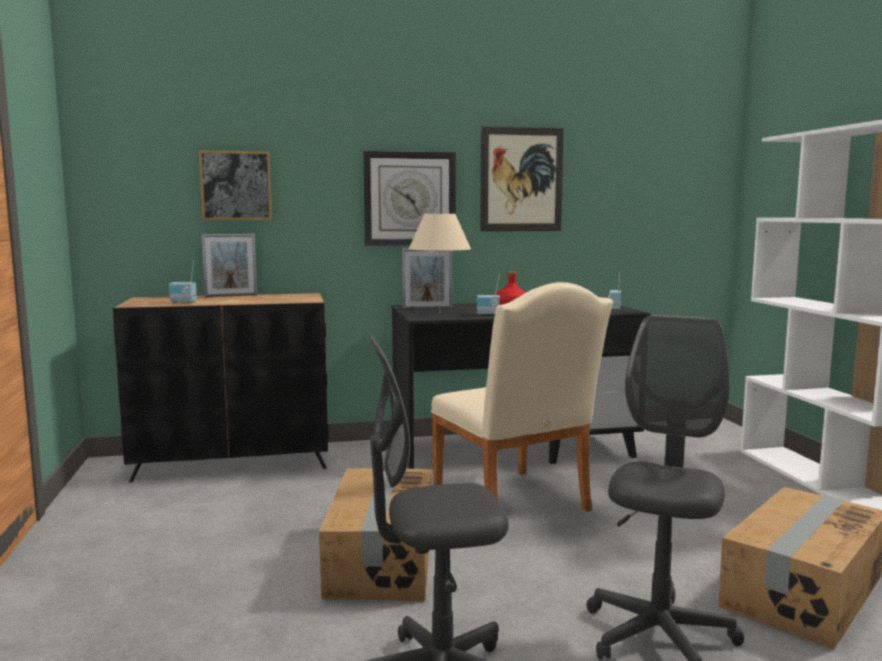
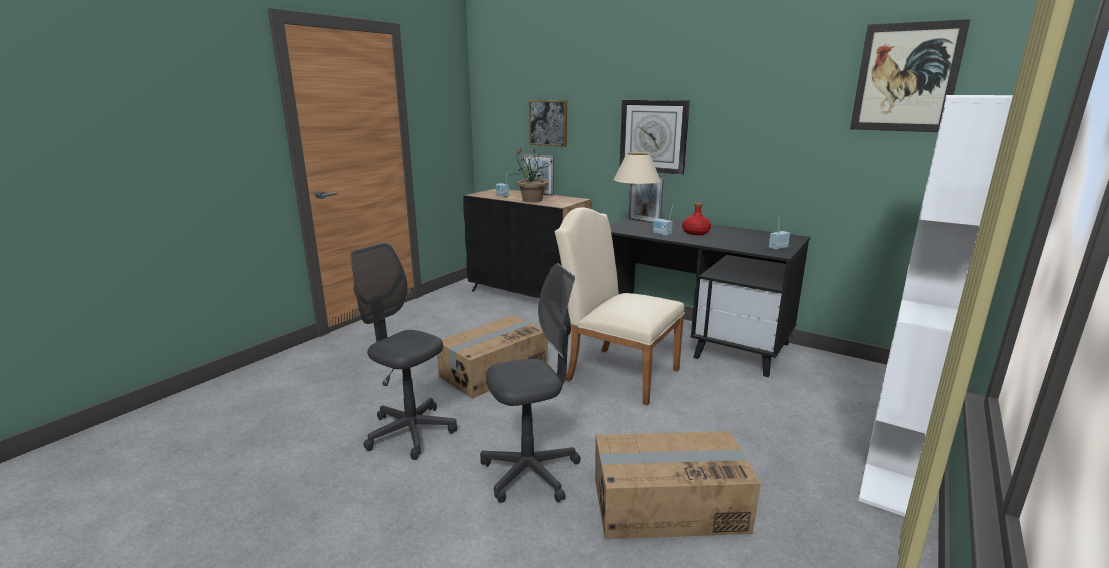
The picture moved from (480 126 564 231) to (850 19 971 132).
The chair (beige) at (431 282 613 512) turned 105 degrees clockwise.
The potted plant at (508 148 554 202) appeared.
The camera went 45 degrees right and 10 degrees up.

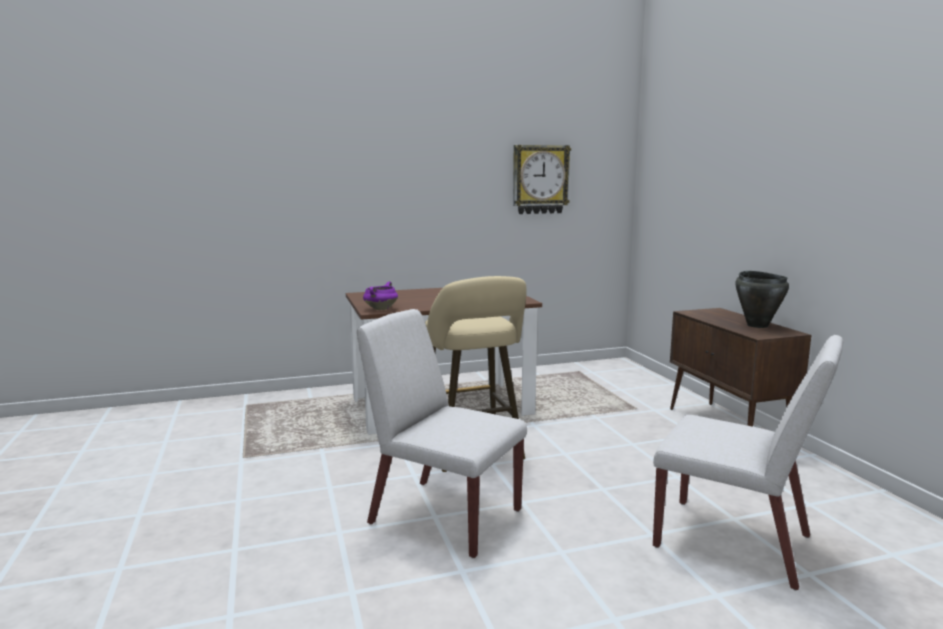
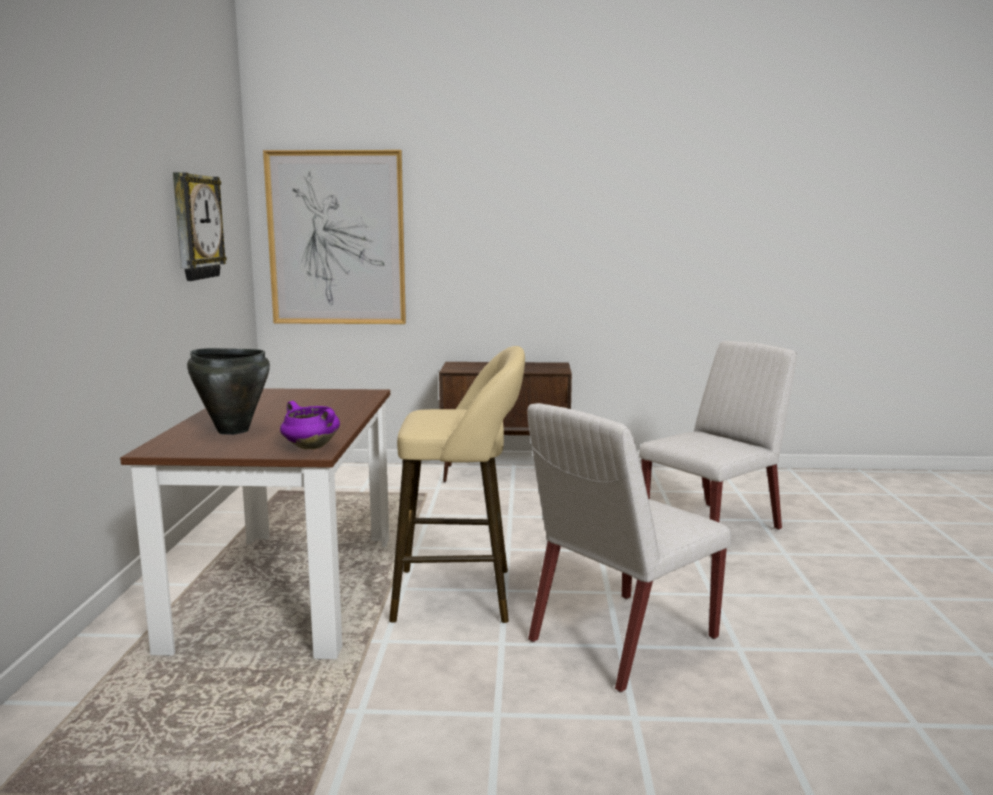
The cooking pot (black) moved from (735 271 789 328) to (187 348 270 435).
The picture at (263 150 406 324) appeared.
The camera went 70 degrees left and 0 degrees up.

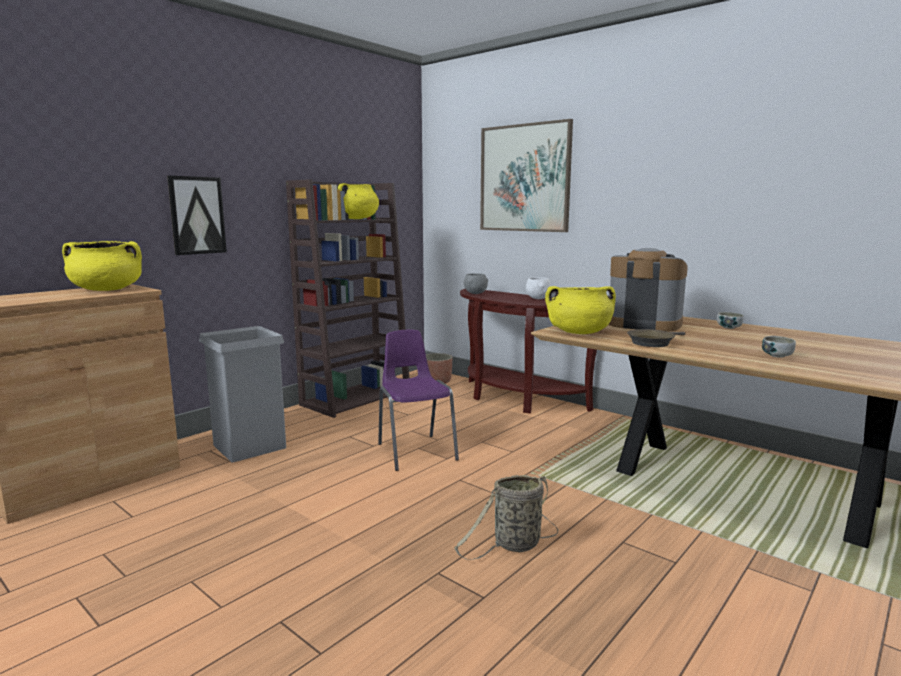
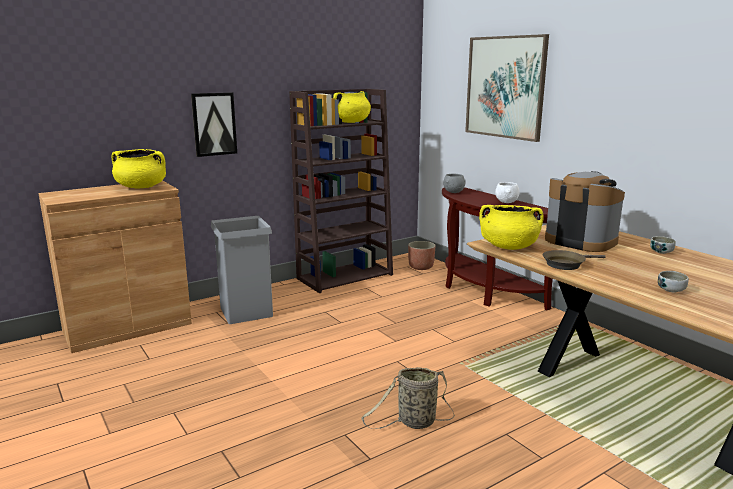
The chair (purple) at (378 330 459 471) disappeared.
The camera went 15 degrees right and 5 degrees up.

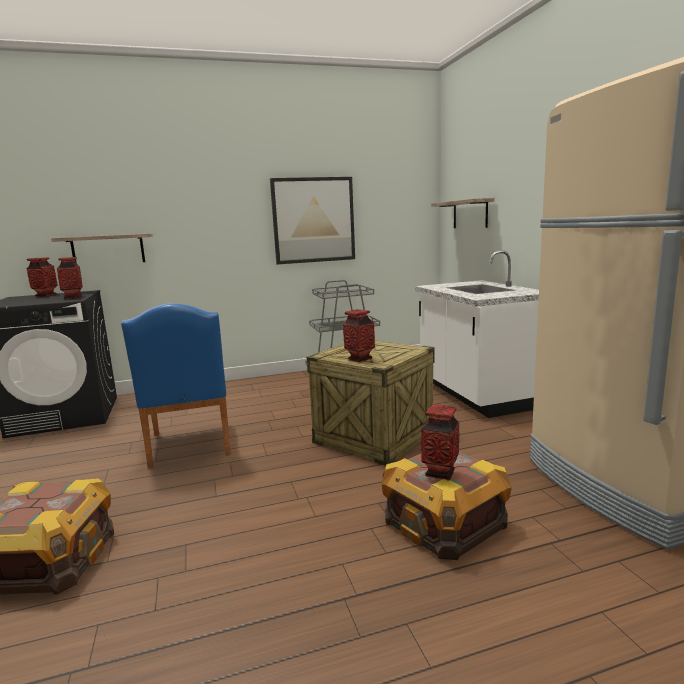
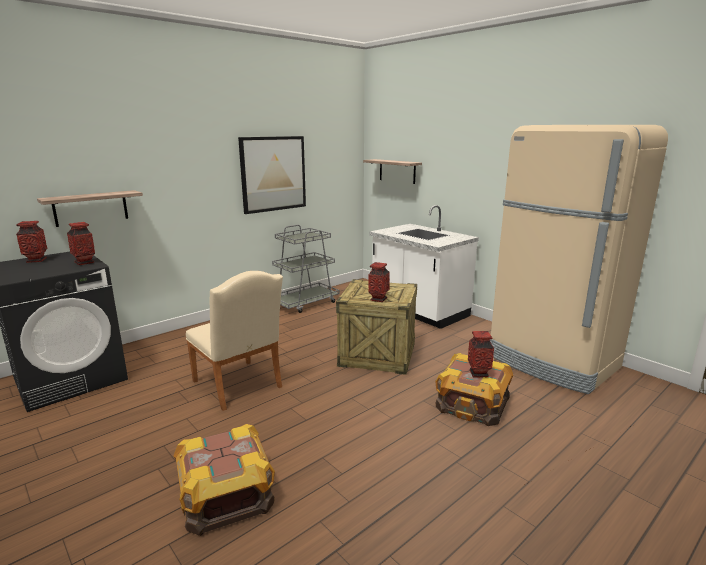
The chair (blue) at (121 303 231 469) became the chair (beige) at (186 271 283 411).
The camera went 25 degrees left and 5 degrees up.

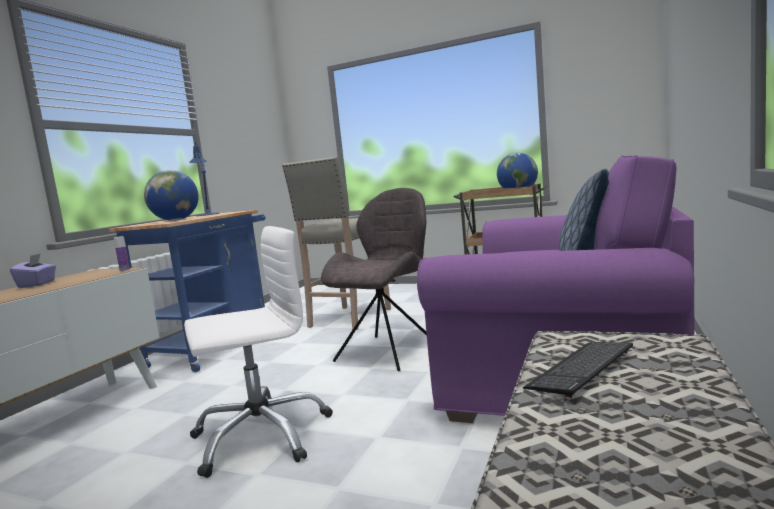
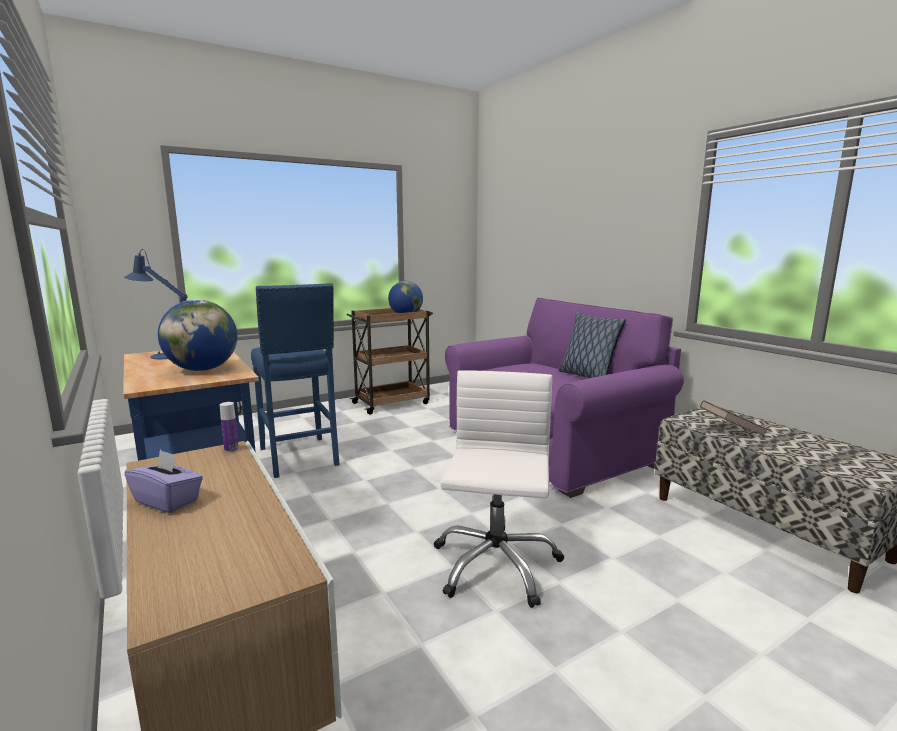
The stool (beige) at (282 156 391 330) became the stool (blue) at (251 283 340 478).
The chair (grey) at (321 188 427 371) disappeared.
The keyboard at (523 342 633 398) was replaced by the book (brown) at (700 400 768 437).
The camera went 55 degrees left and 5 degrees up.

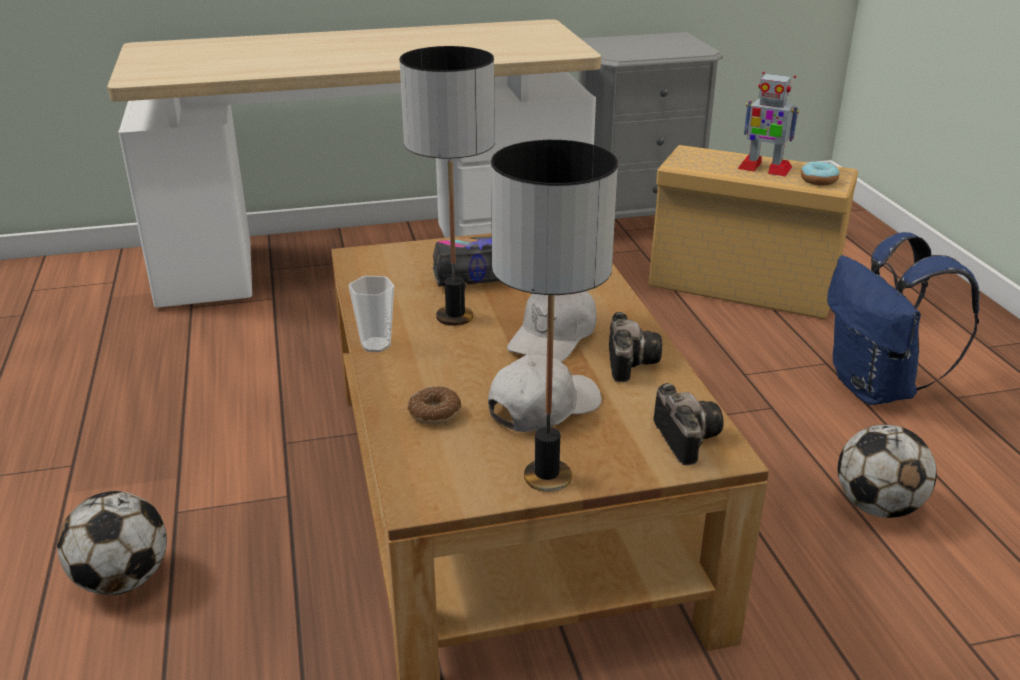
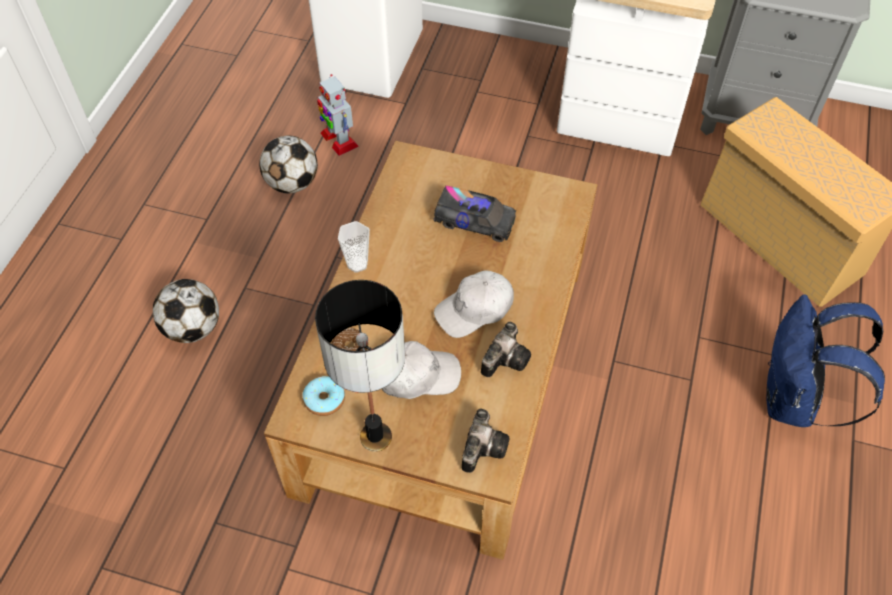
The table lamp at (400 46 495 326) disappeared.
The toy robot moved from (738 72 799 177) to (317 74 359 156).
The donut moved from (801 162 839 185) to (302 376 345 416).
The football moved from (838 425 937 518) to (259 135 318 194).
The camera went 30 degrees right and 25 degrees up.

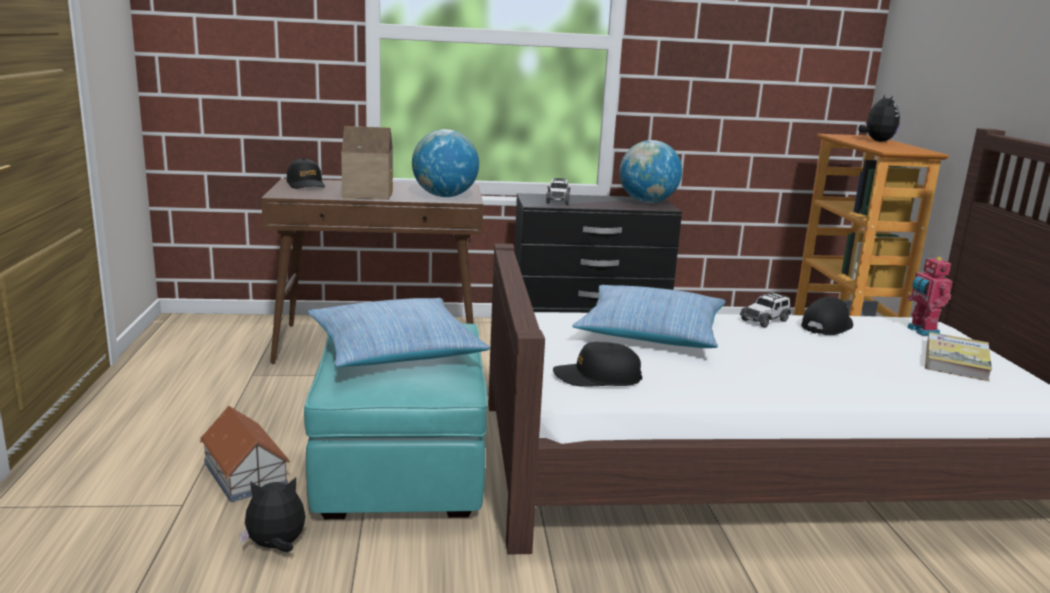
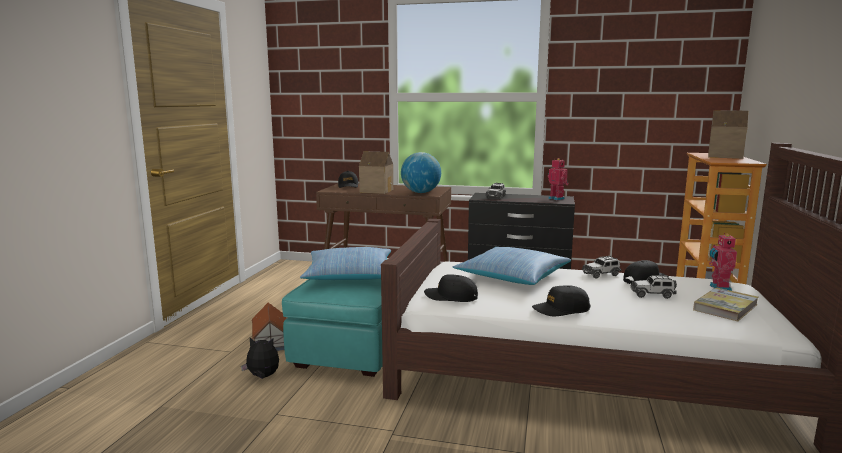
The plush toy at (858 95 900 142) was replaced by the toy house at (708 110 748 159).
The globe at (619 140 682 203) was replaced by the toy robot at (548 158 569 200).
The toy car at (630 275 677 299) appeared.
The cap (black) at (532 285 590 316) appeared.
The camera went 20 degrees right and 5 degrees down.

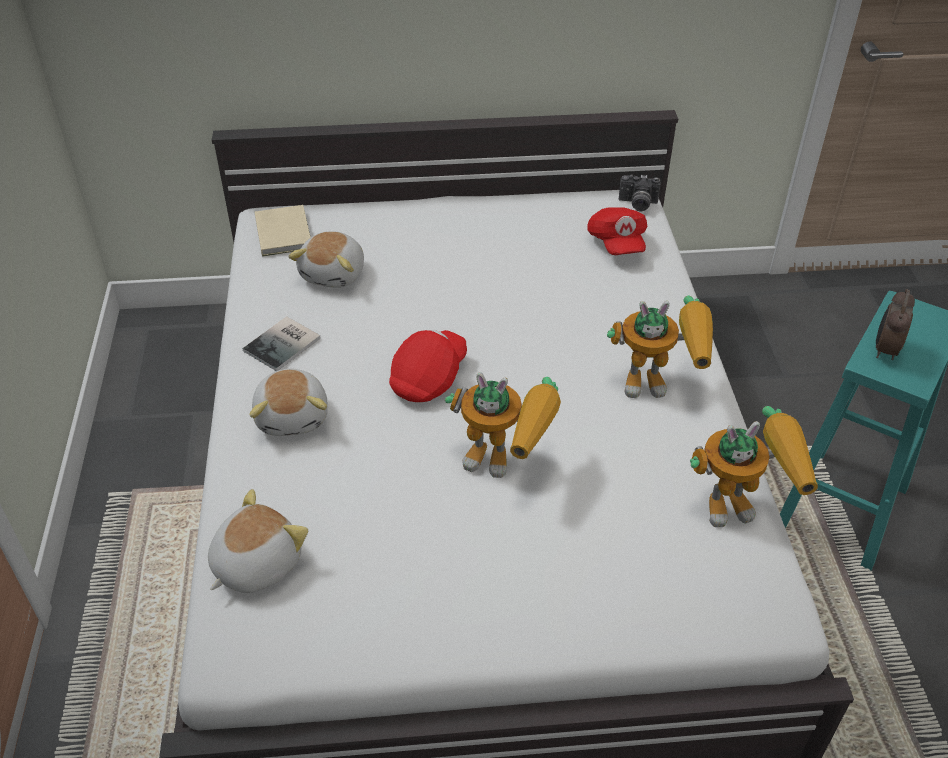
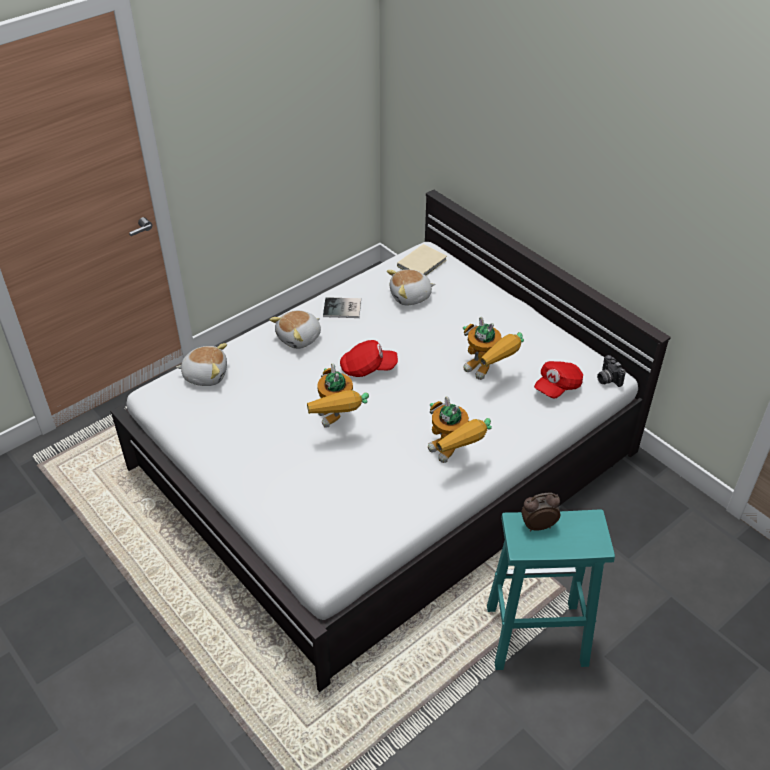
The toy robot moved from (690 406 818 527) to (463 317 524 380).
The camera went 55 degrees right and 0 degrees up.

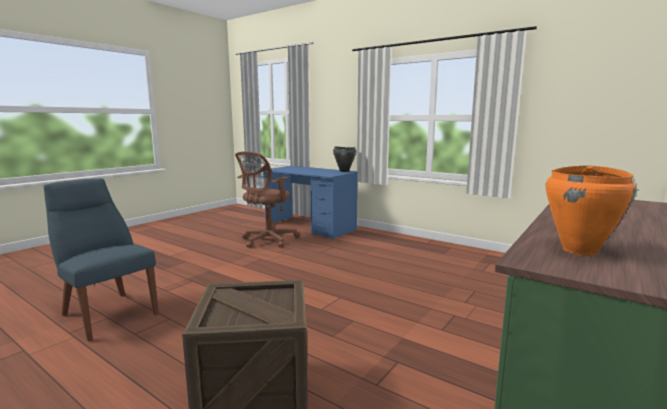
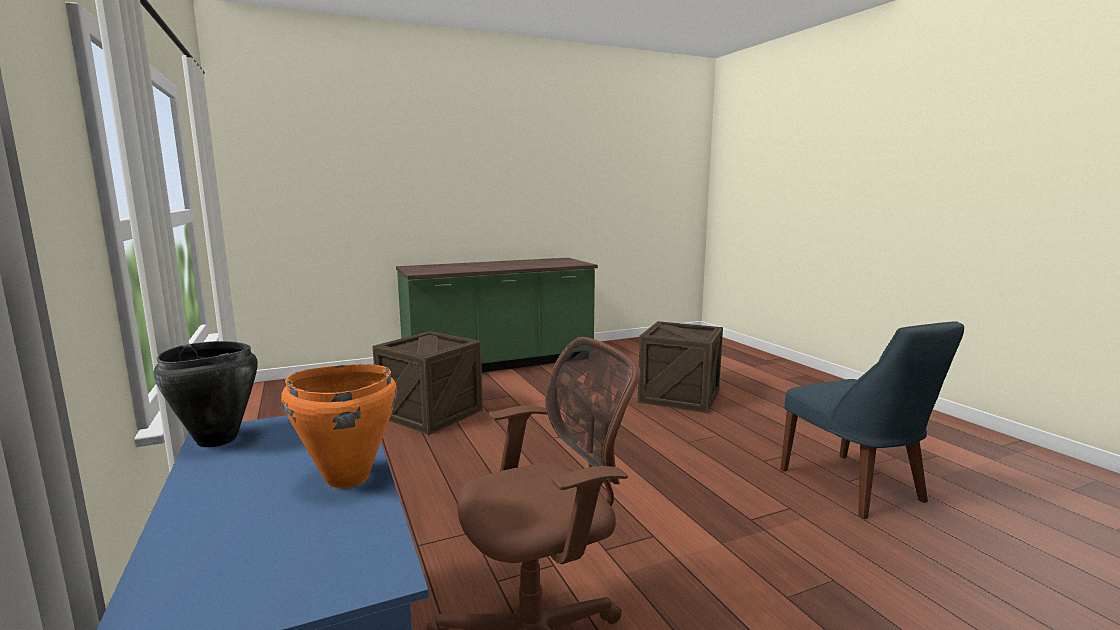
The cooking pot (orange) moved from (546 166 636 256) to (281 364 397 489).
The crate at (373 331 483 435) appeared.
The camera went 150 degrees left and 0 degrees up.

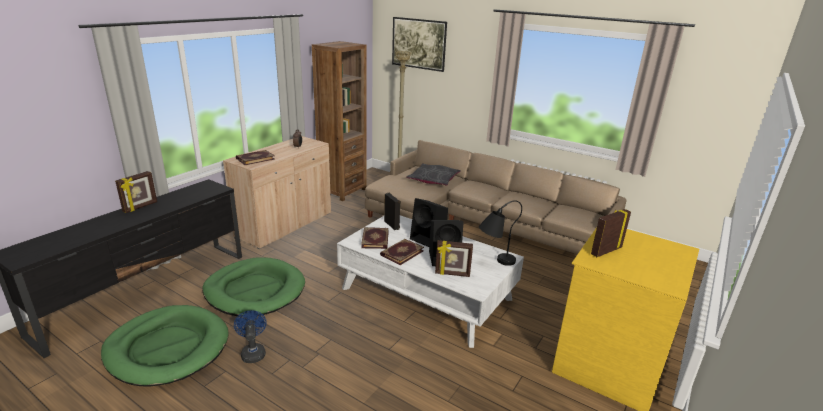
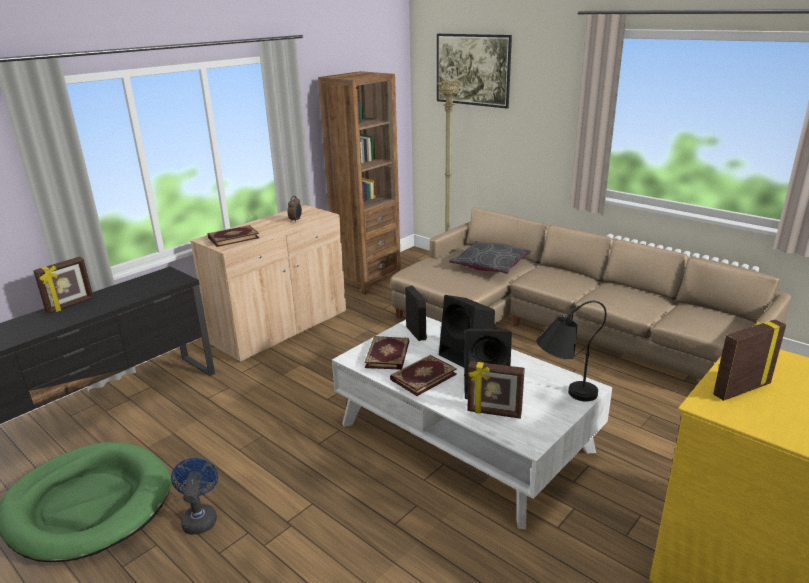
The dog bed (green) at (202 257 305 317) disappeared.
The camera went 10 degrees right and 0 degrees up.

